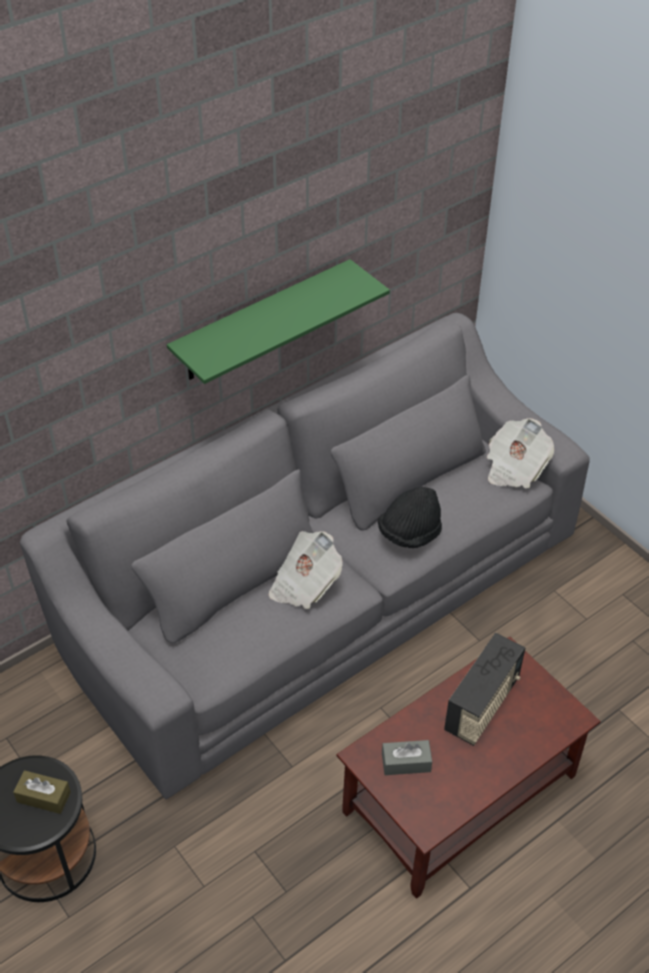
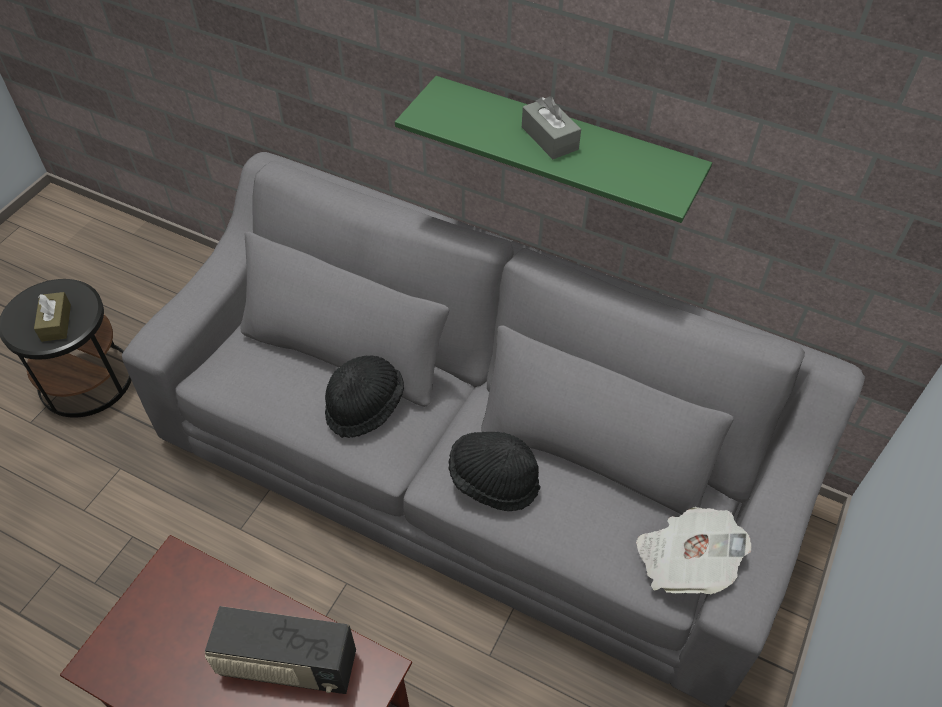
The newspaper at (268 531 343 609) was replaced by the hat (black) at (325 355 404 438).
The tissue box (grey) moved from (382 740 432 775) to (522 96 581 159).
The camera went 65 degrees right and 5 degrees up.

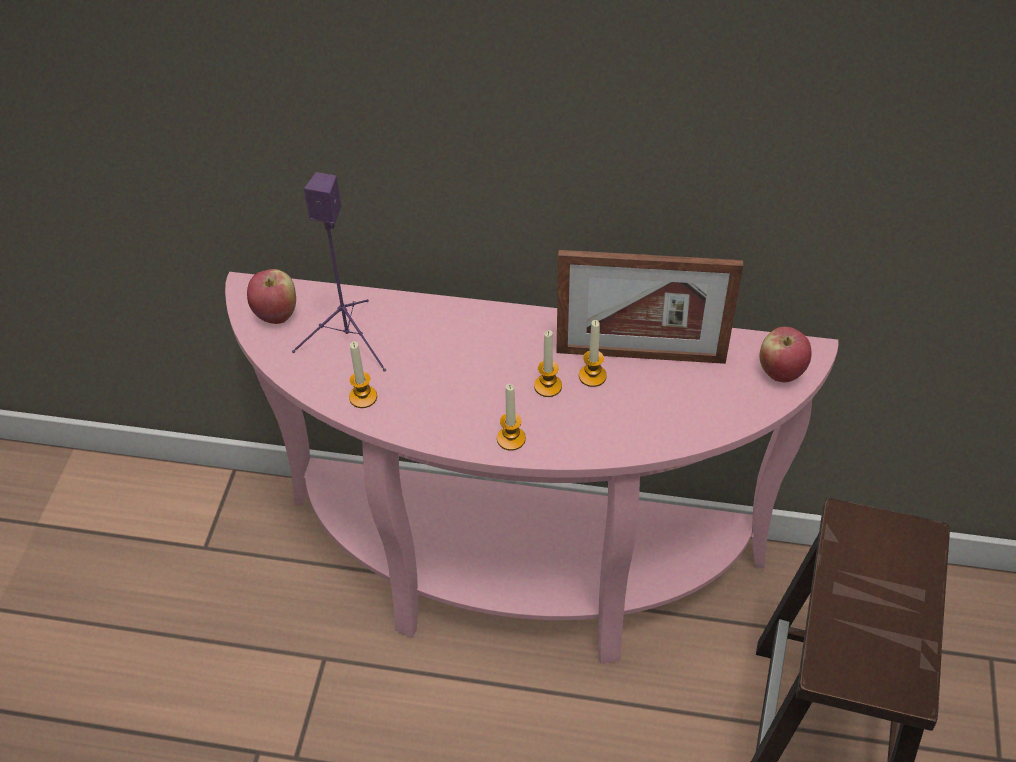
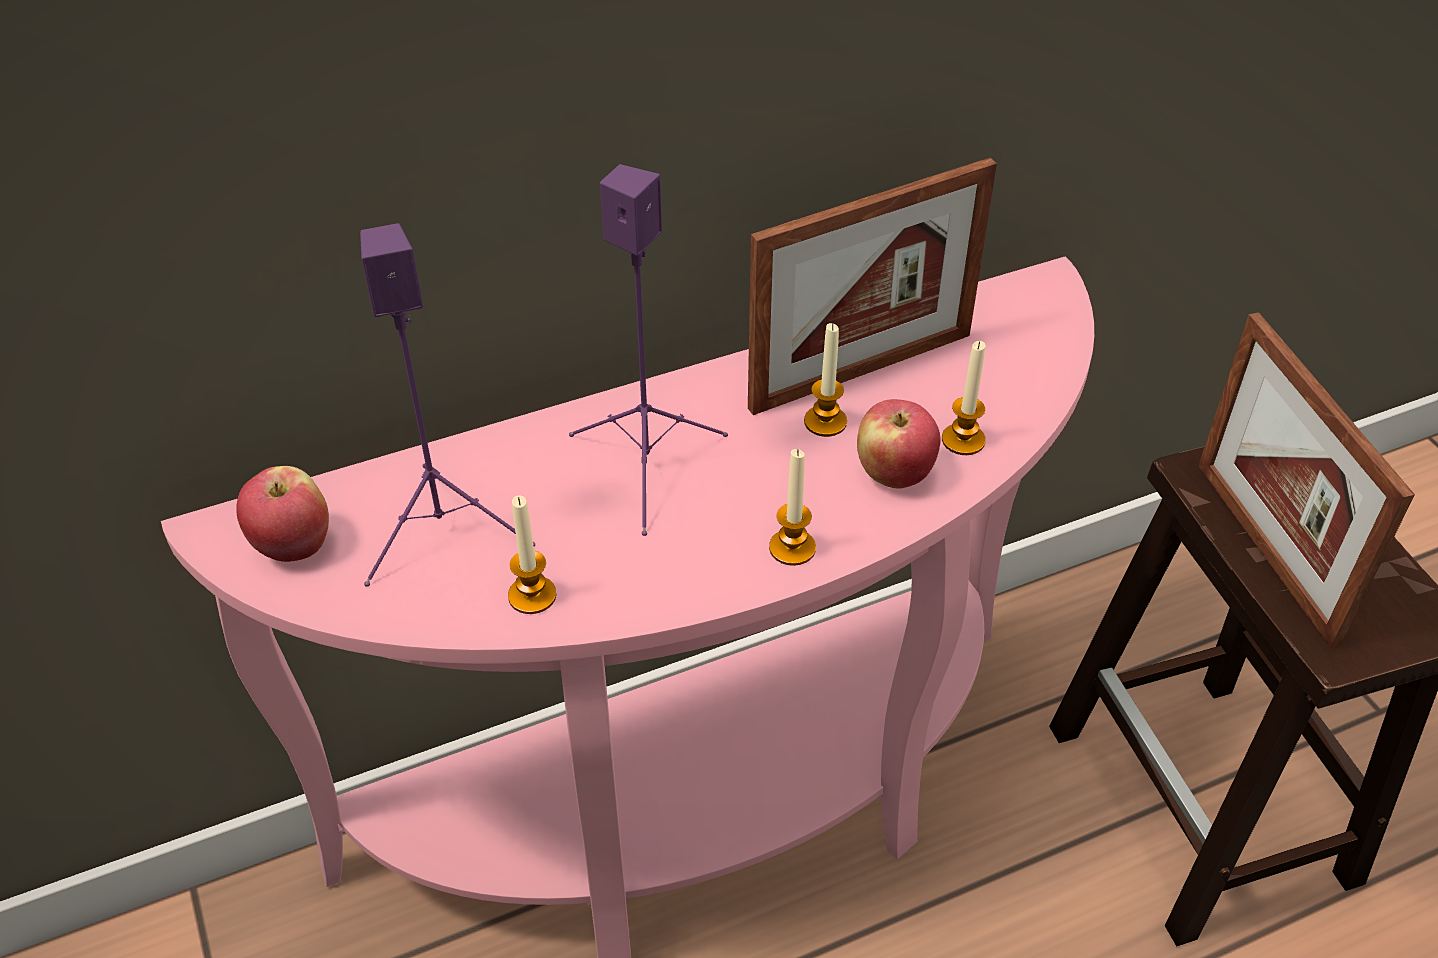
The apple moved from (759 327 811 382) to (857 399 941 489).
The candle moved from (534 330 562 397) to (942 341 986 455).
The speaker (purple) at (569 164 728 536) appeared.
The picture frame at (1198 312 1415 648) appeared.
The camera went 35 degrees left and 5 degrees down.

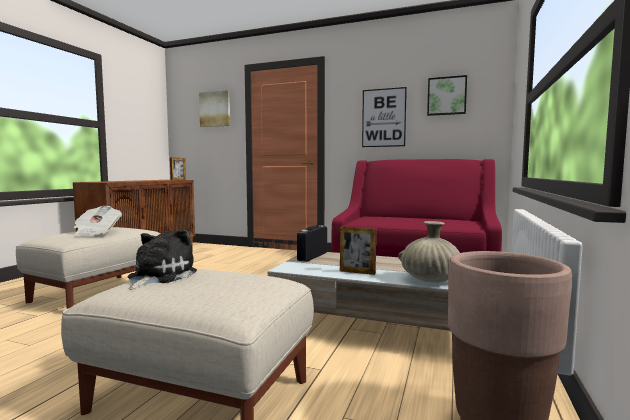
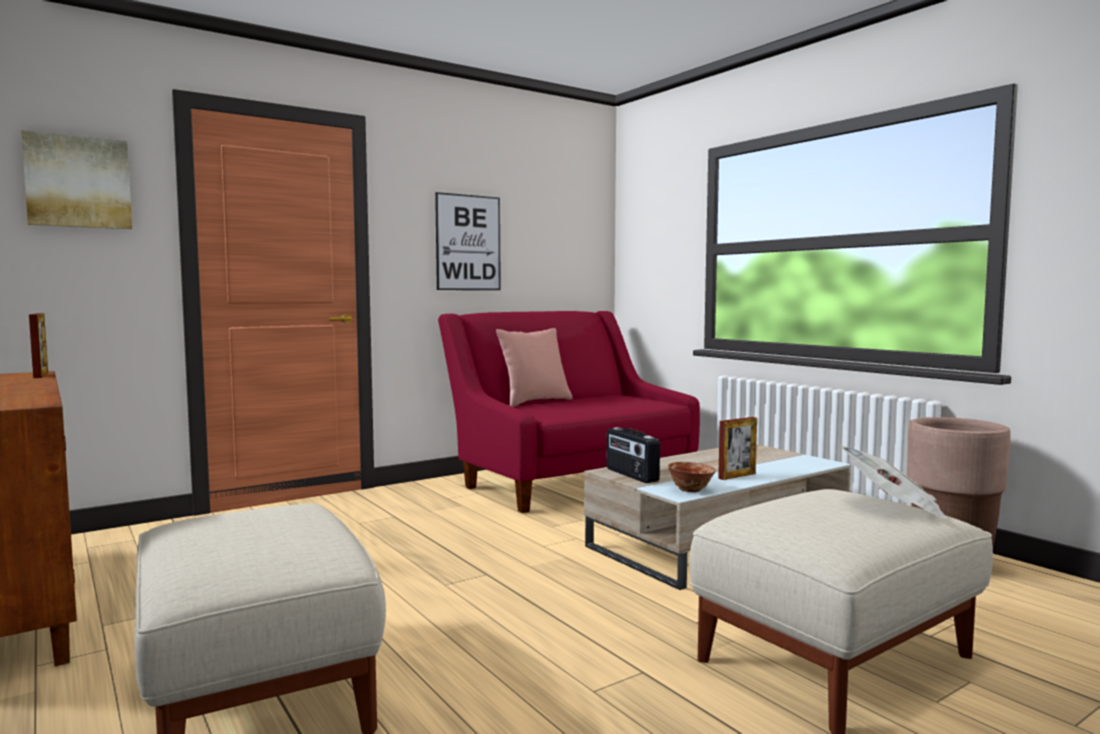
The picture at (427 75 467 116) disappeared.
The newspaper moved from (73 206 122 237) to (841 446 948 519).
The vase (beige) at (398 221 460 283) disappeared.
The plush toy at (128 230 197 290) disappeared.
The pillow (pink) at (496 328 573 407) appeared.
The bowl at (668 462 716 492) appeared.
The camera went 55 degrees left and 0 degrees up.

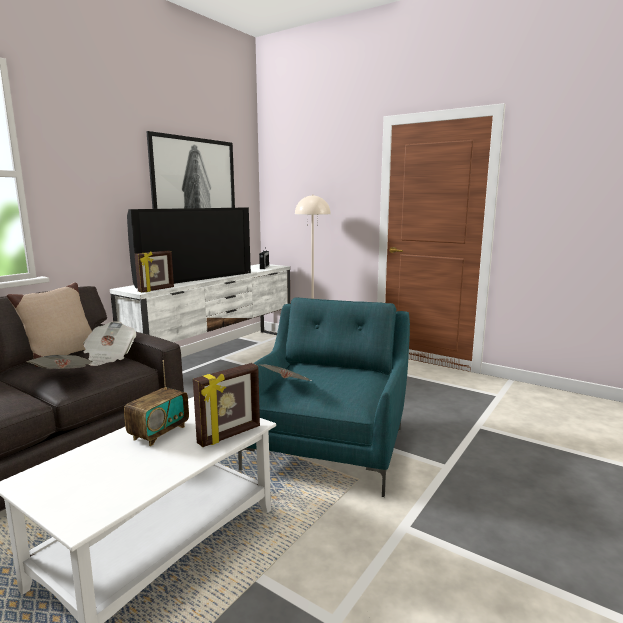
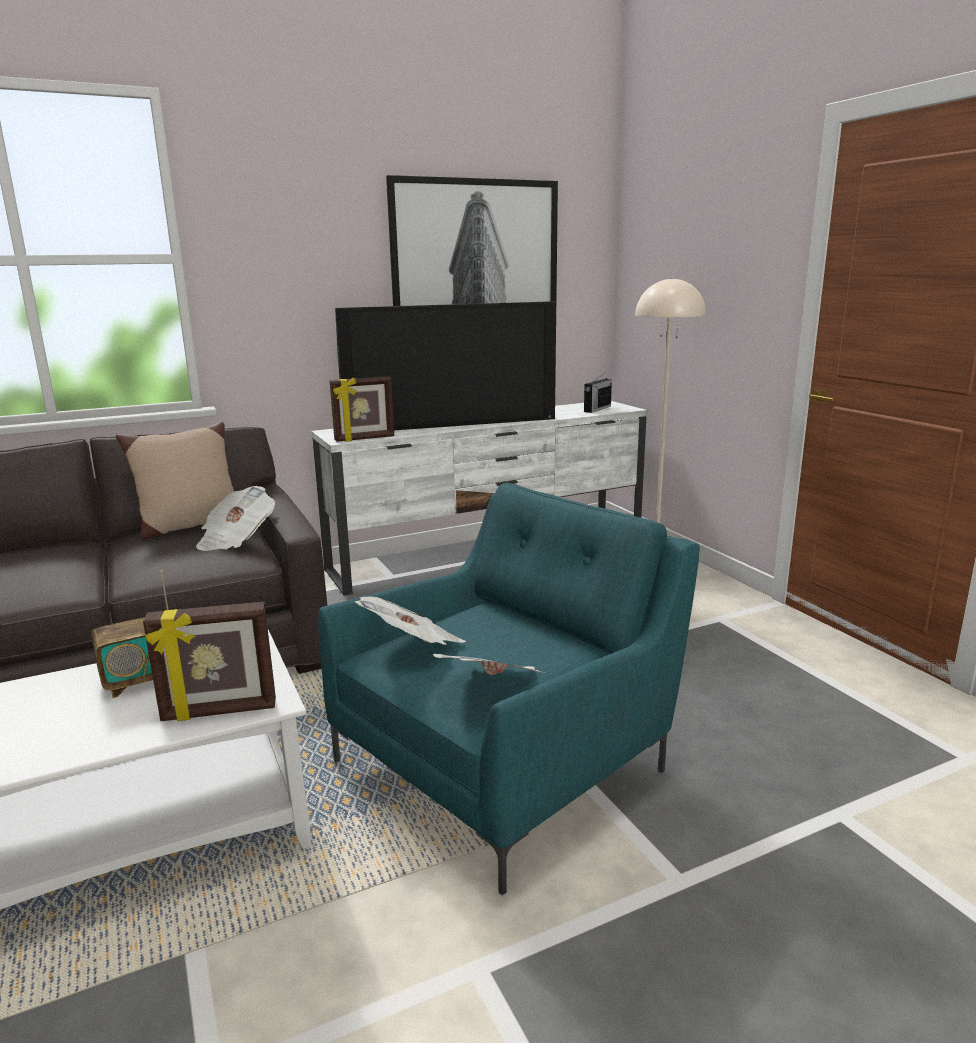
The newspaper moved from (26 355 93 369) to (433 654 546 675).
The camera went 30 degrees right and 5 degrees up.

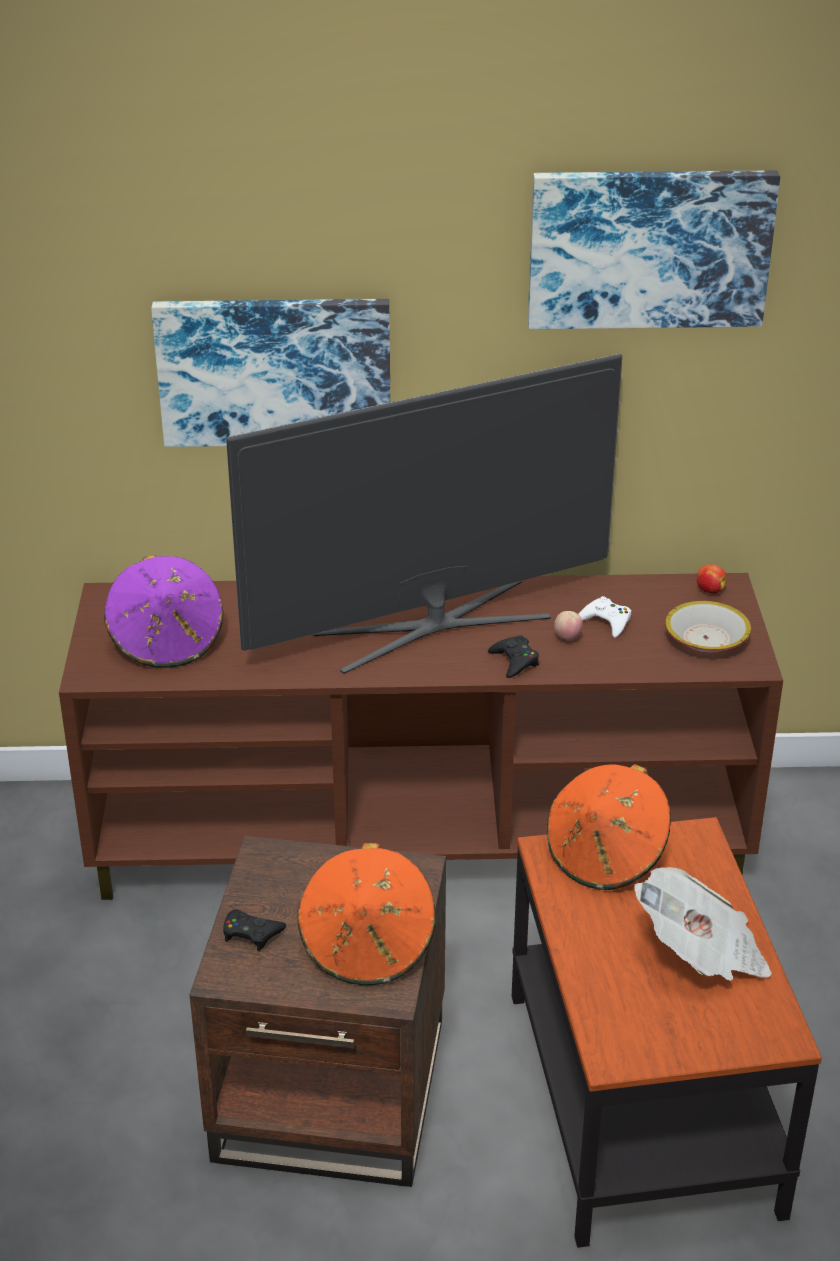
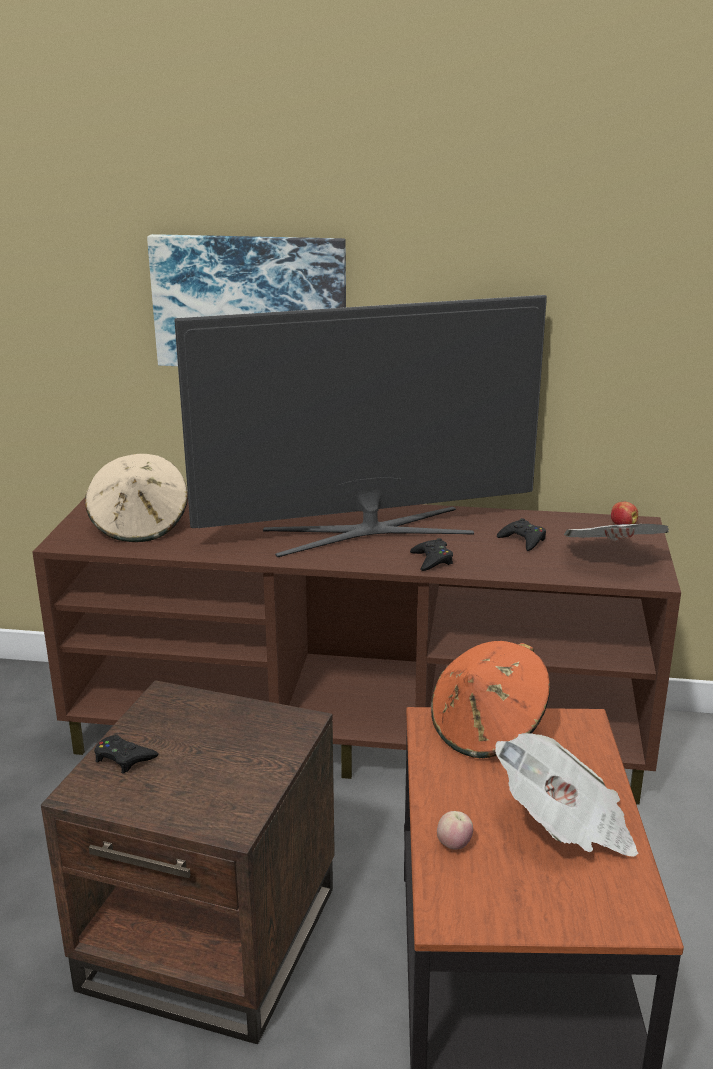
The picture at (528 170 780 329) disappeared.
The hat (purple) at (104 555 223 668) became the hat (beige) at (85 454 188 542).
The game controller (white) at (578 596 631 638) became the game controller (black) at (497 518 546 551).
The bowl at (665 601 751 653) was replaced by the newspaper at (564 524 669 542).
The apple moved from (554 611 583 640) to (437 811 473 850).
The hat (orange) at (297 843 435 986) disappeared.
The camera went 10 degrees right and 10 degrees down.

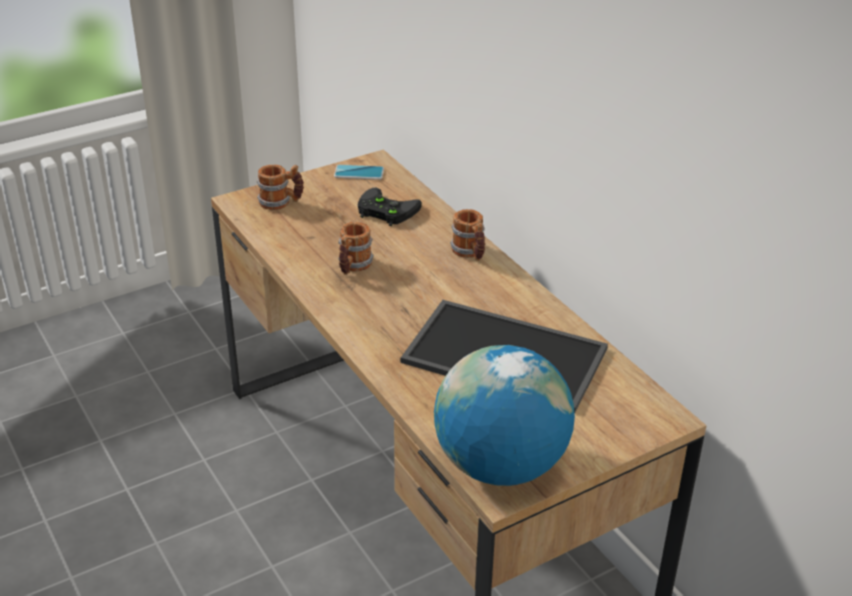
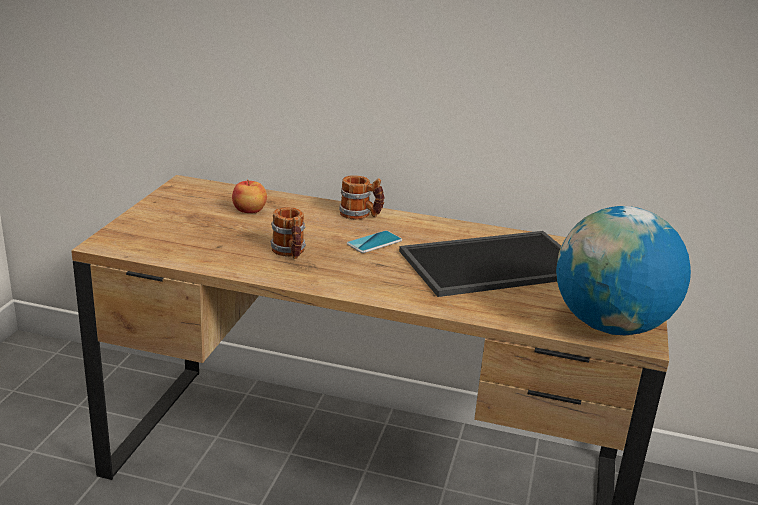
The mug at (257 165 304 210) disappeared.
The phone moved from (334 165 384 180) to (347 230 402 253).
The game controller (black) at (358 188 422 226) was replaced by the apple at (232 179 267 213).
The camera went 45 degrees left and 10 degrees down.

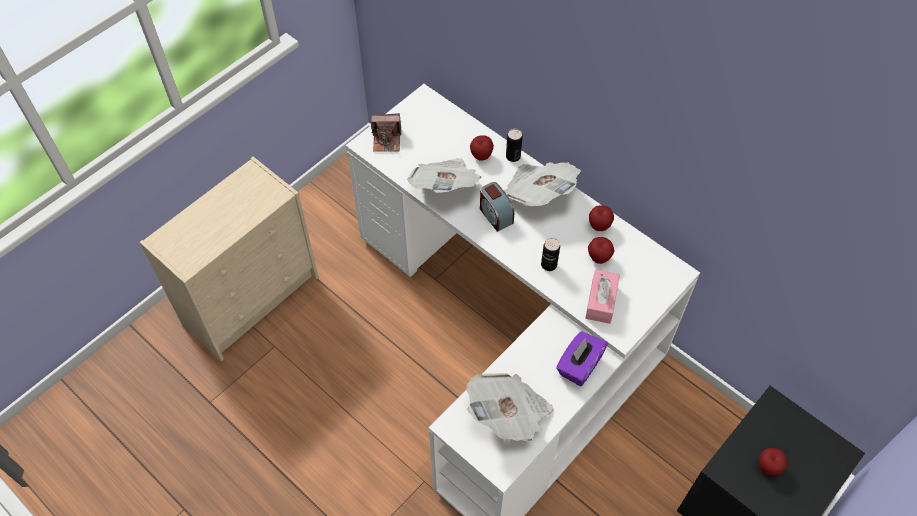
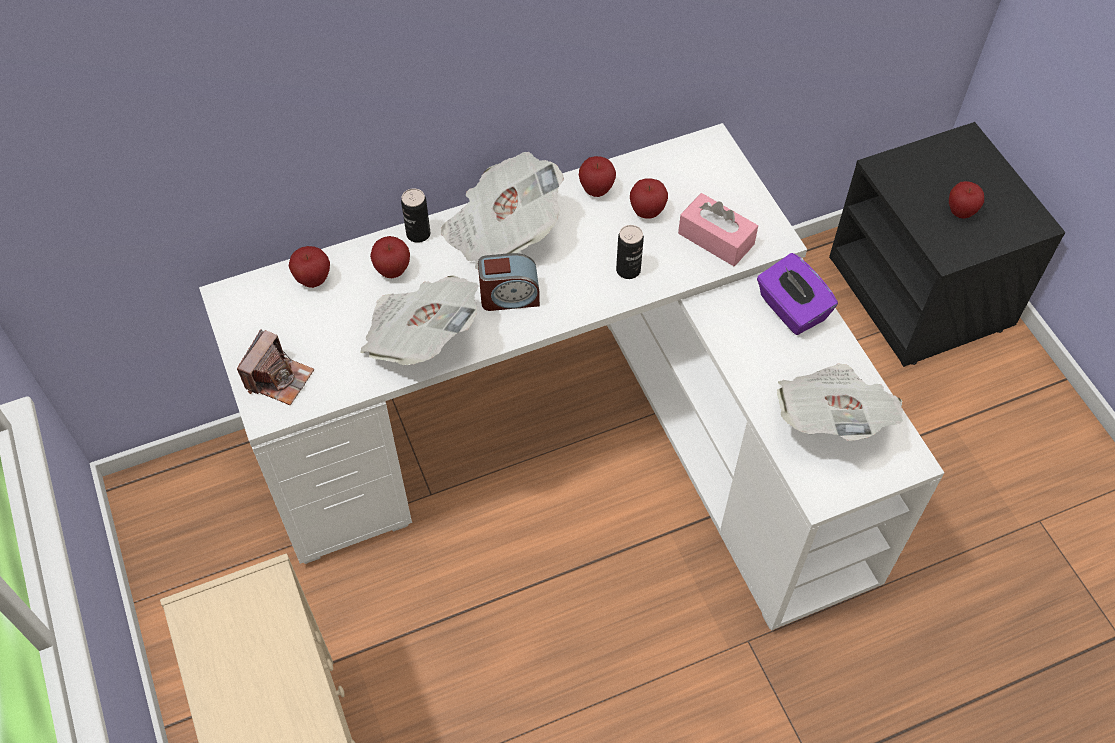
The apple at (289 246 330 288) appeared.
The camera went 65 degrees left and 0 degrees up.

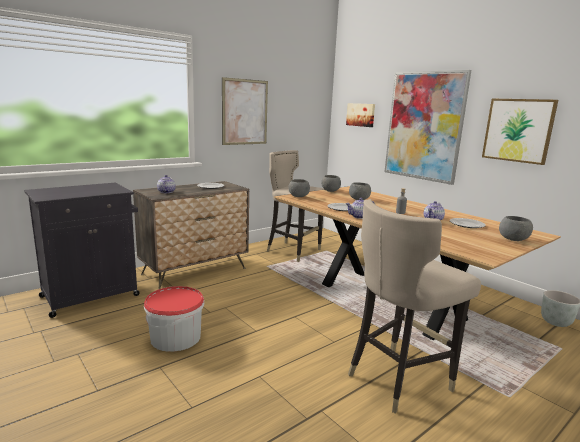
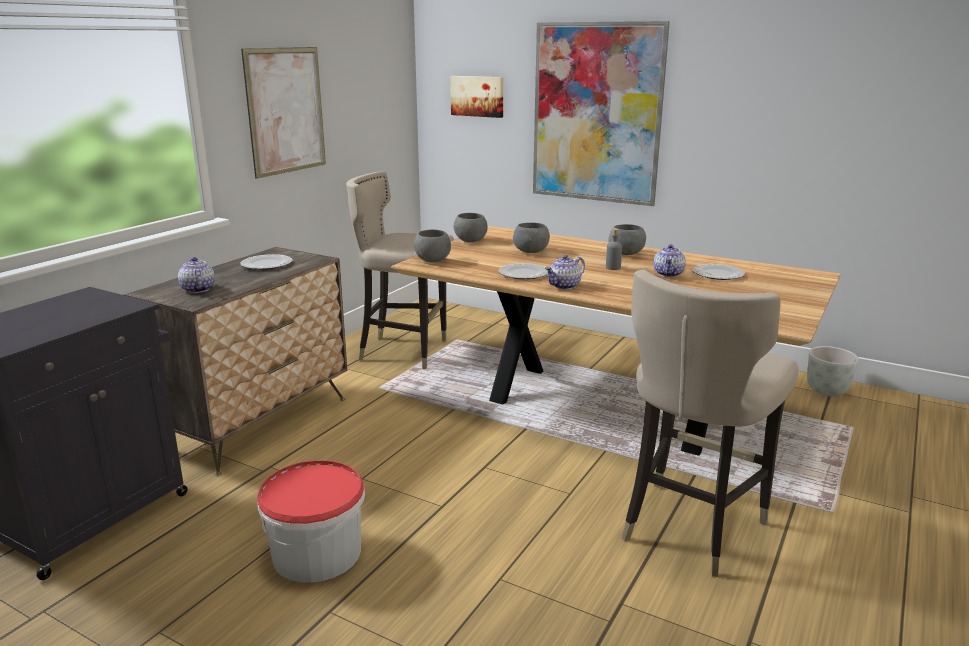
The picture at (482 99 558 165) disappeared.
The bowl (grey) moved from (499 216 533 241) to (609 224 646 255).
The camera went 20 degrees left and 5 degrees up.

